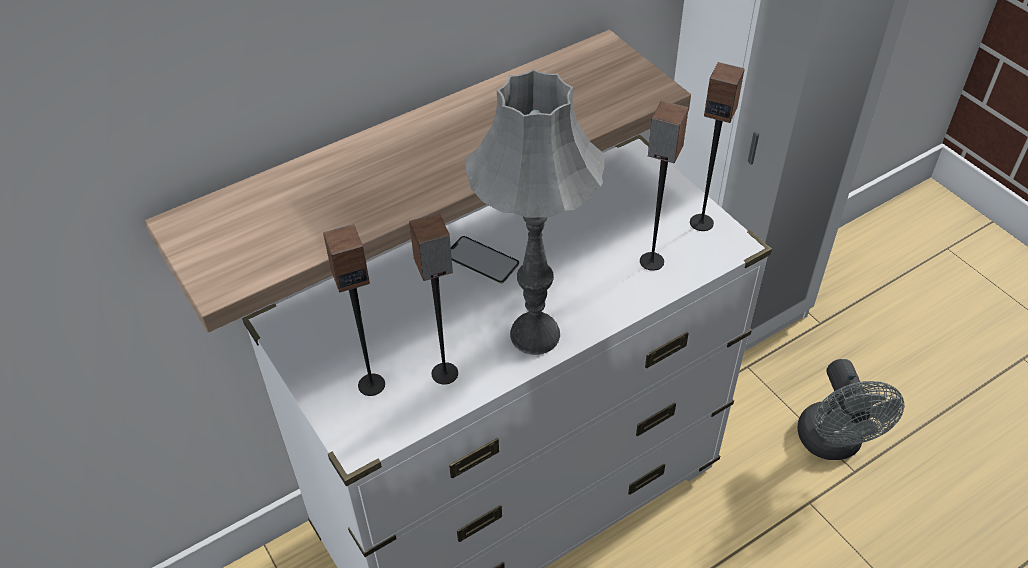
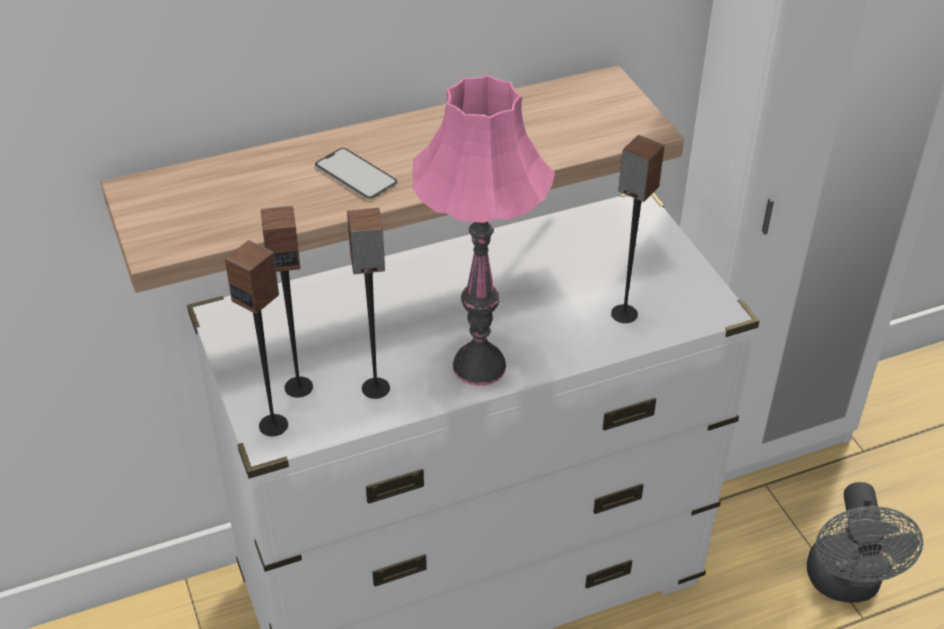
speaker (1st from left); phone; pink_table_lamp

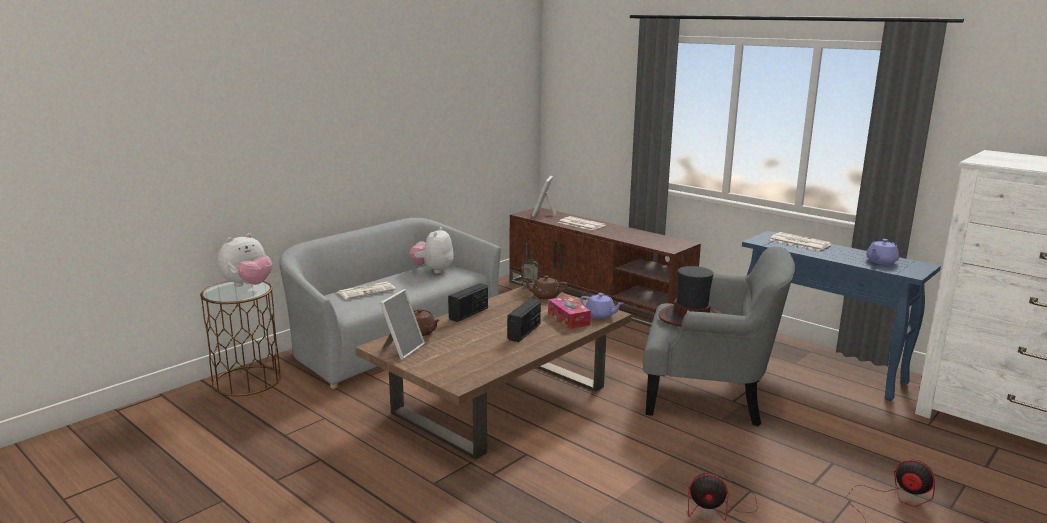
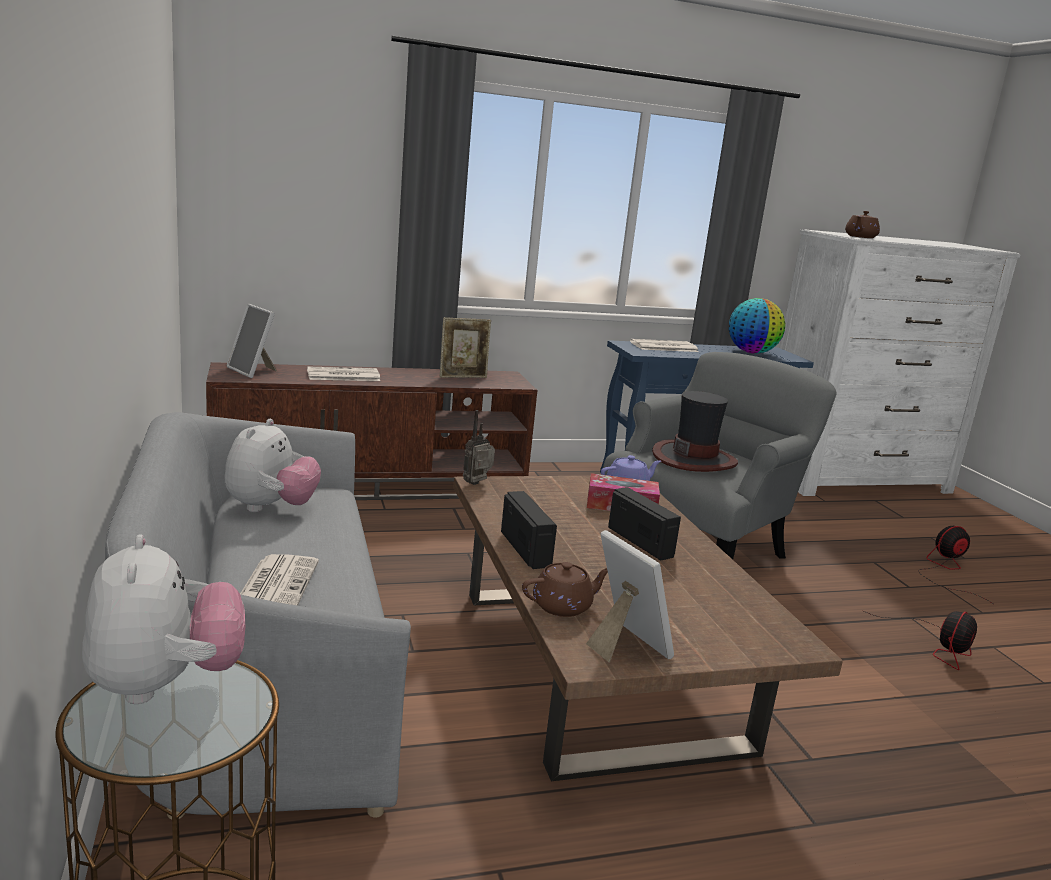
plush_toy (2nd from left); picture_frame (2nd from left); globe; brown_teapot (2nd from left)

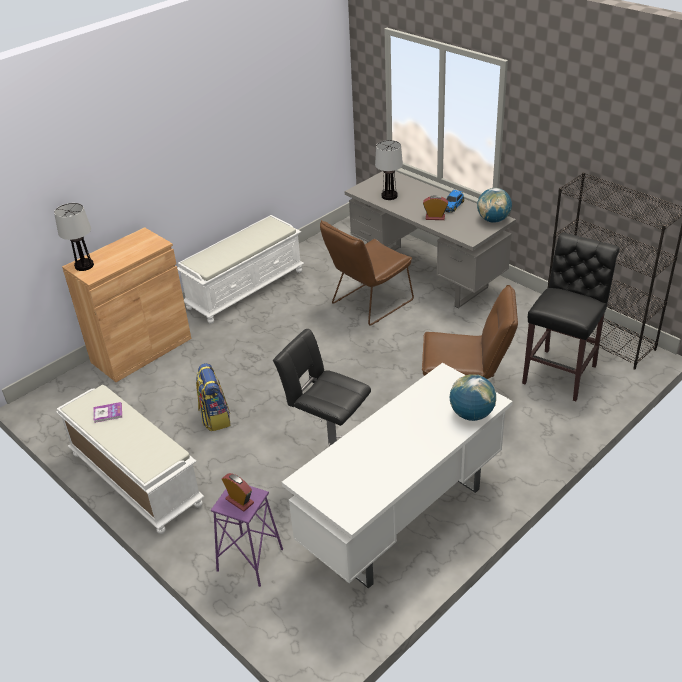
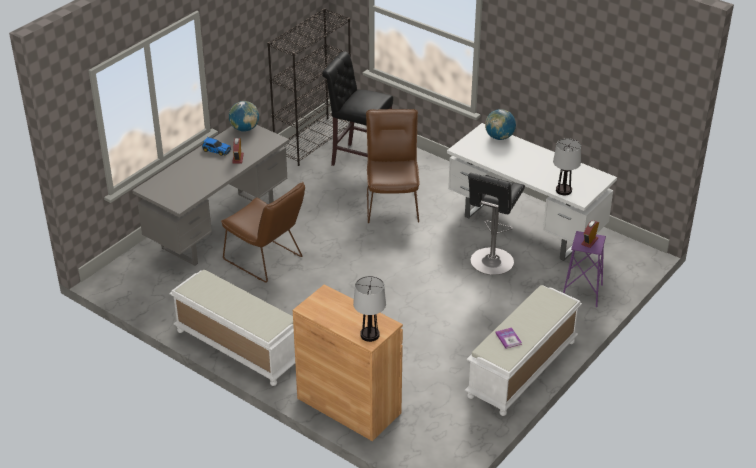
table_lamp (2nd from left); backpack

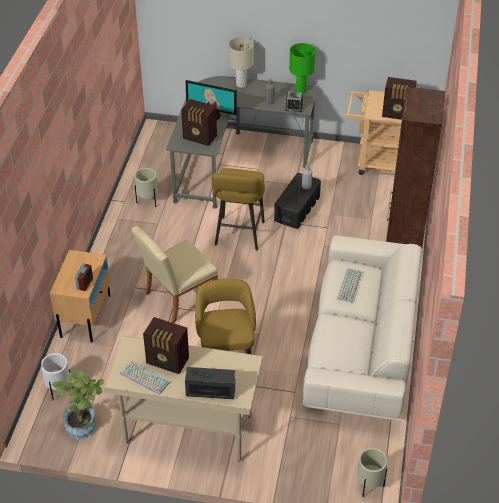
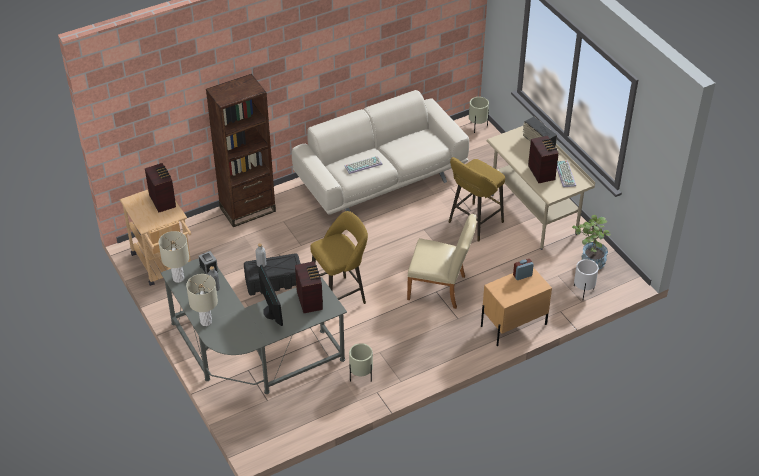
beige_table_lamp (1st from left)

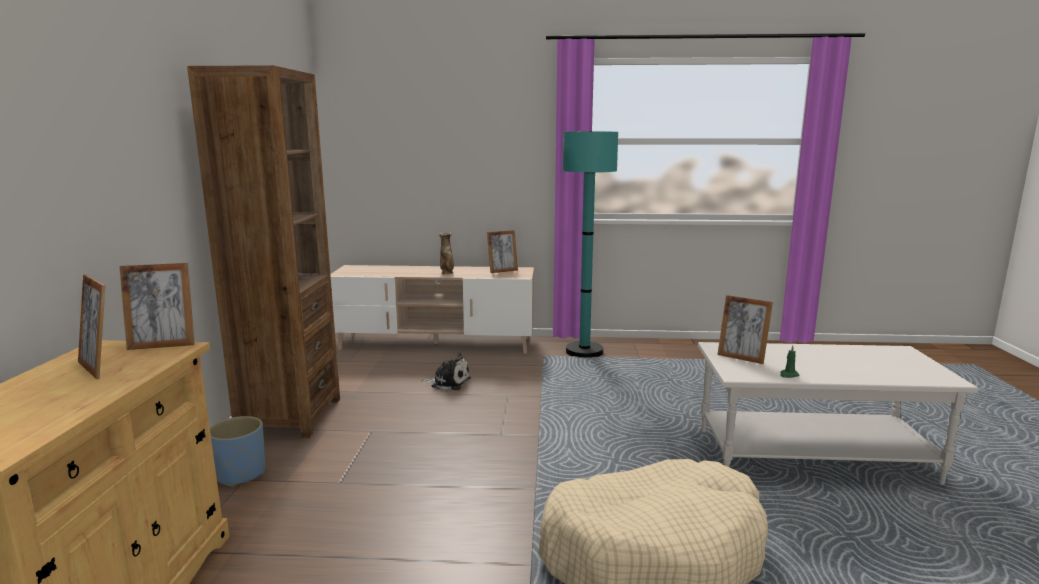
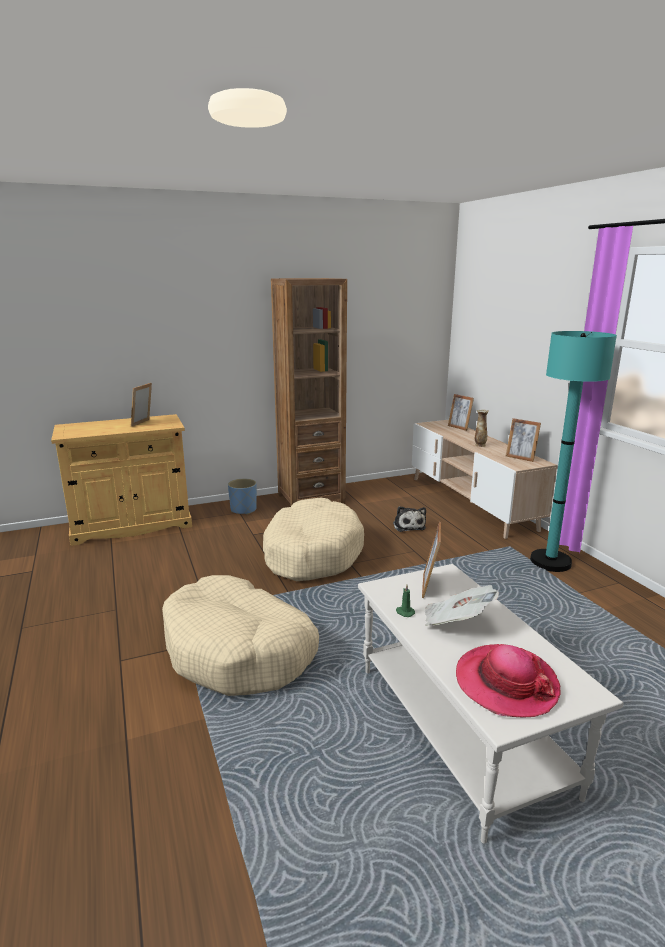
beige_dog_bed (2nd from left); newspaper; picture_frame (3rd from left); hat

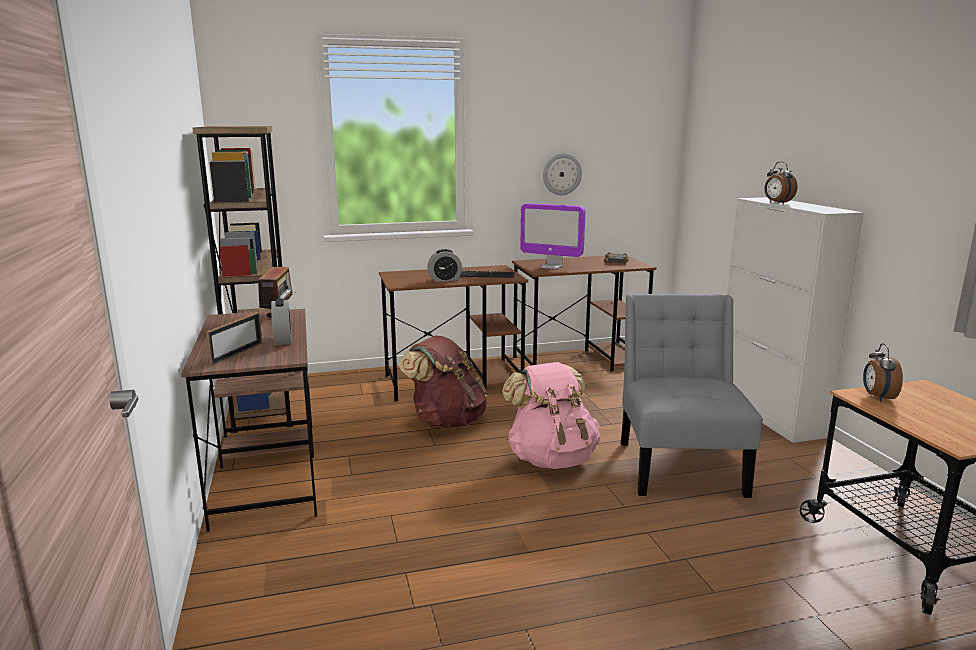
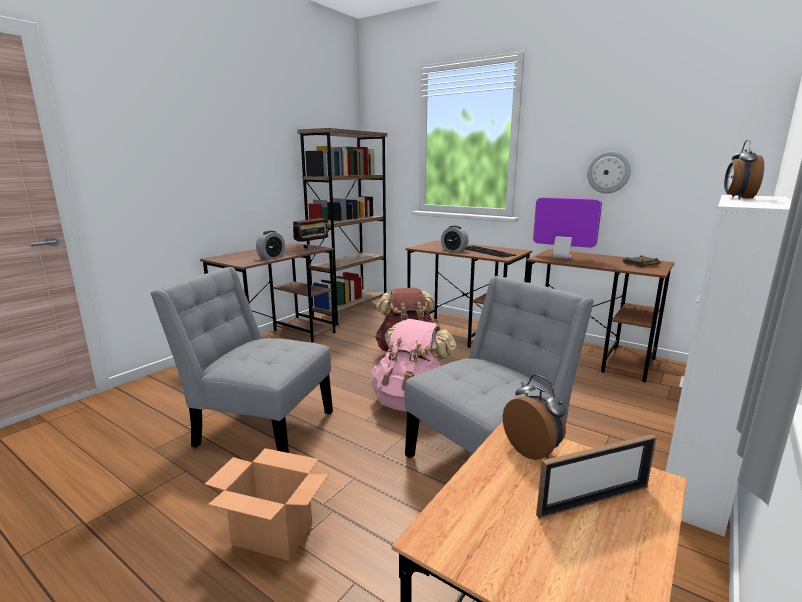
grey_chair (1st from left); cardboard_box; alarm_clock (3rd from left); monitor; picture_frame

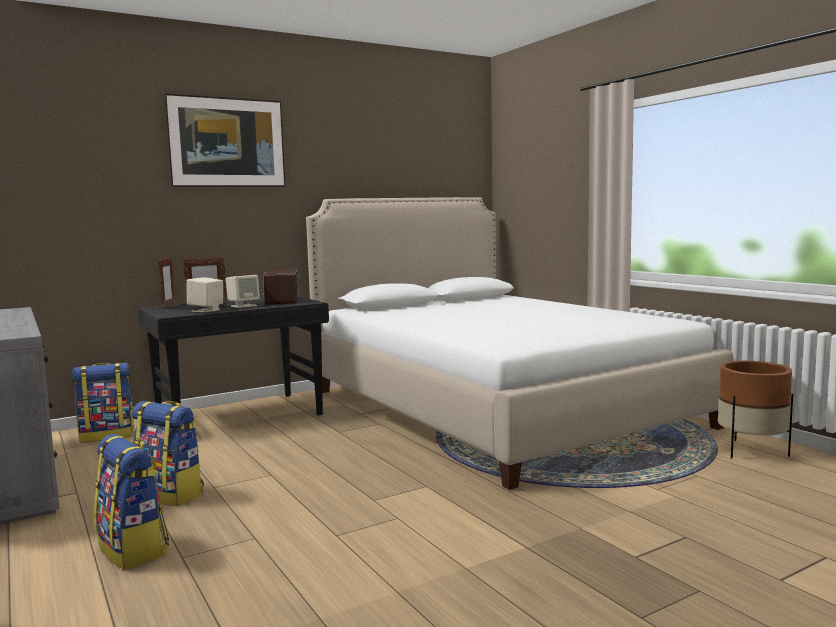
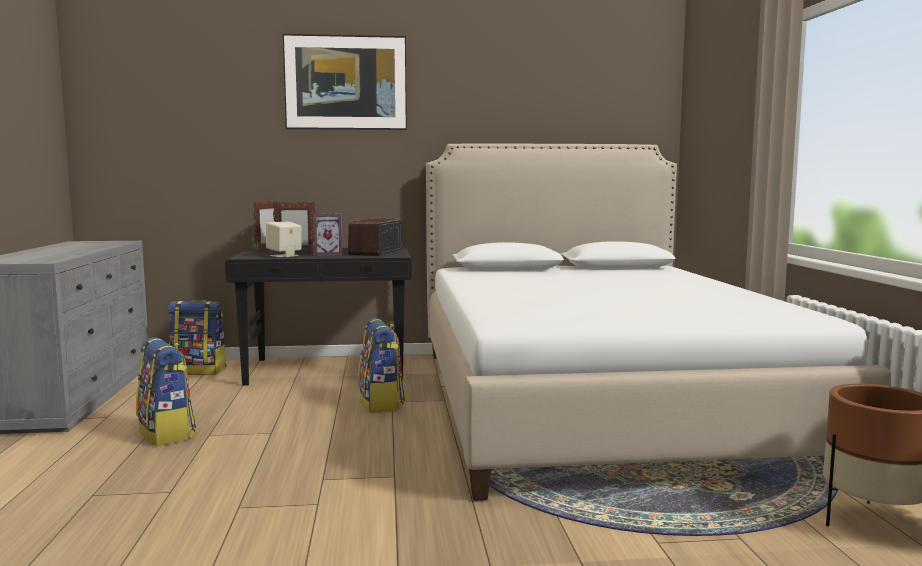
picture_frame (3rd from left); backpack (3rd from left)

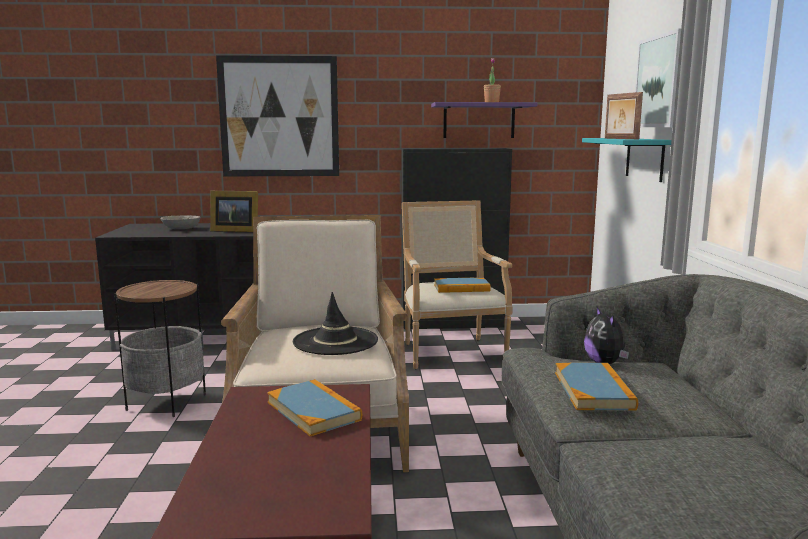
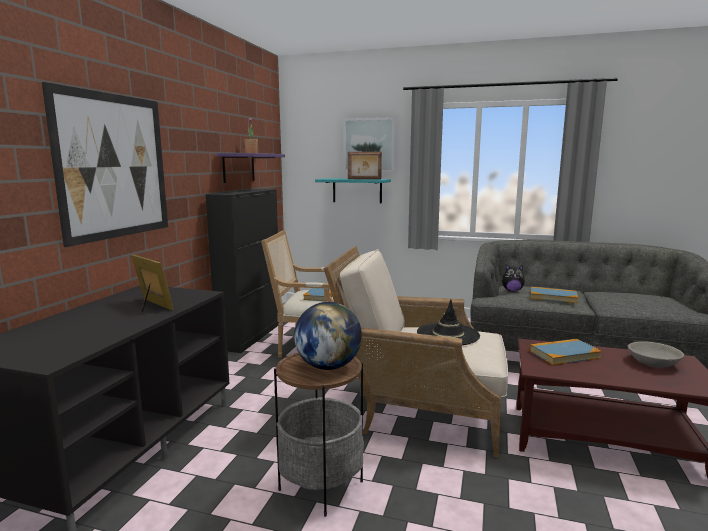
picture_frame (1st from left); globe; grey_bowl

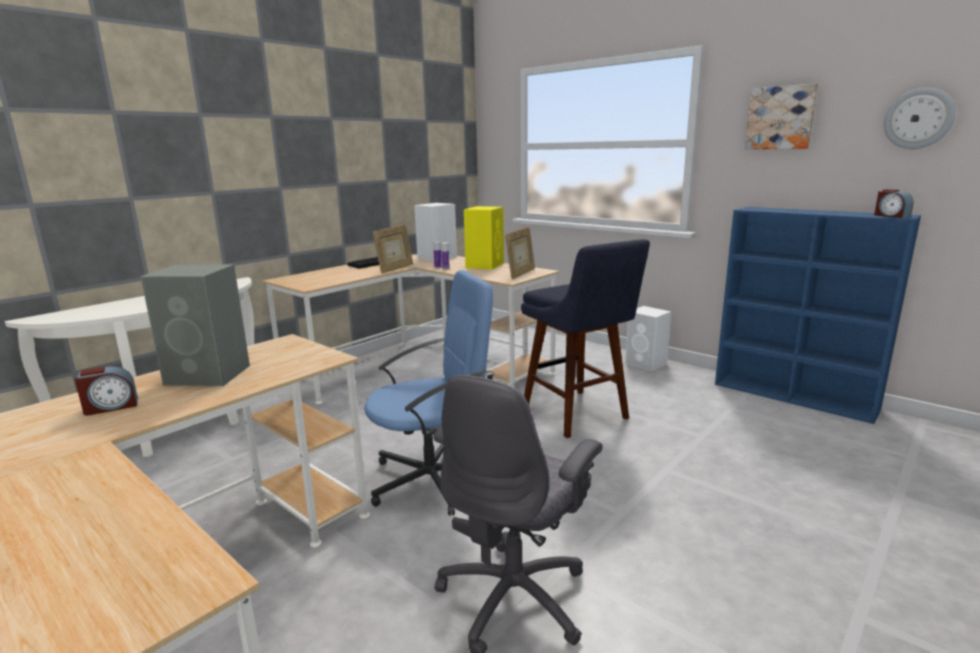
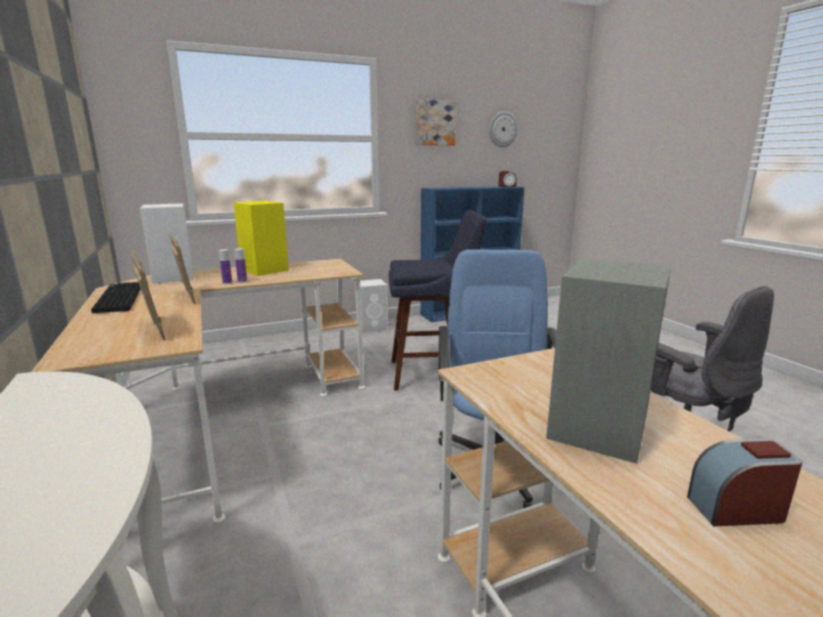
picture_frame (1st from left); alarm_clock (2nd from left)

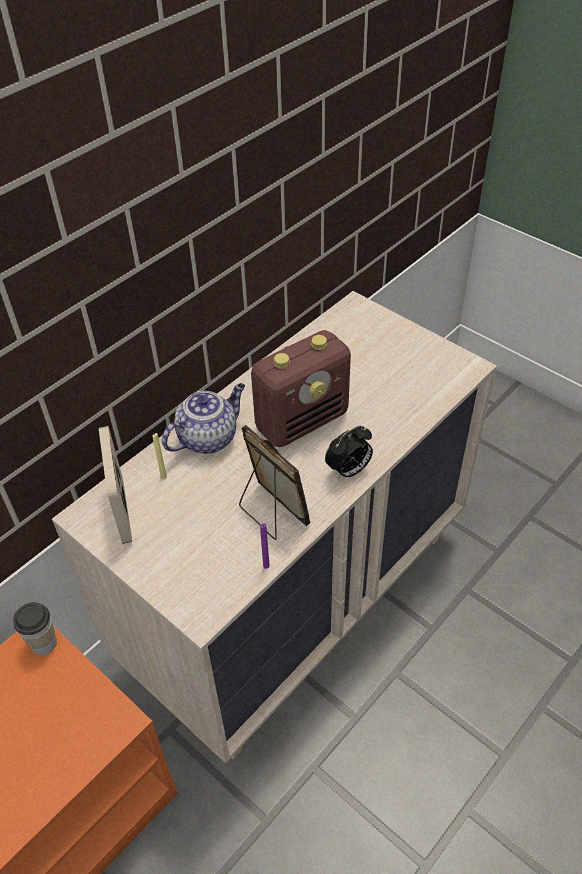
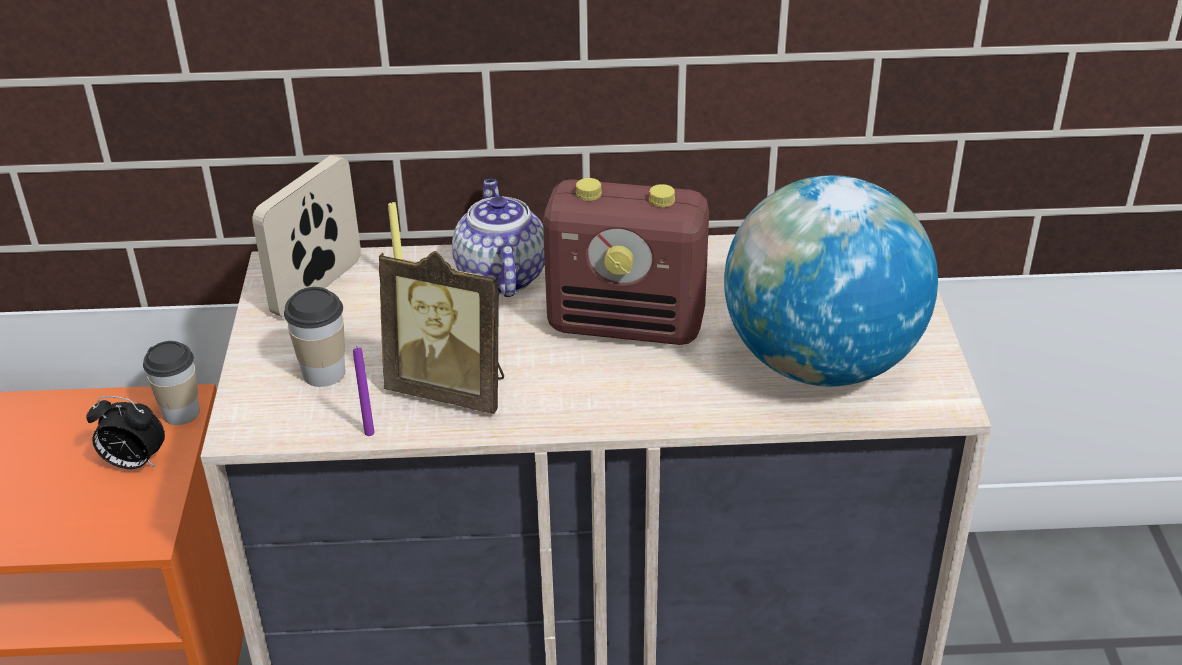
alarm_clock; cup (2nd from left); picture_frame (2nd from left); teapot; globe

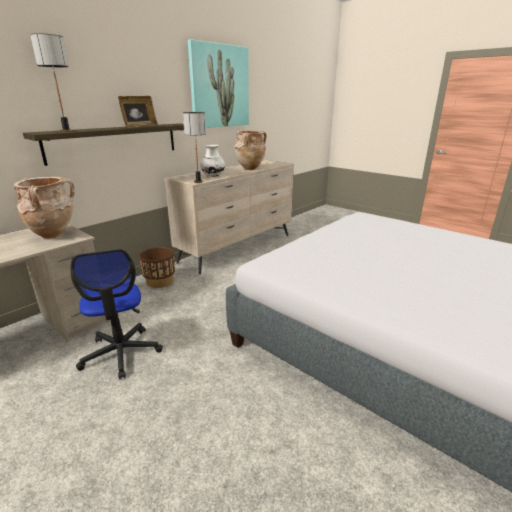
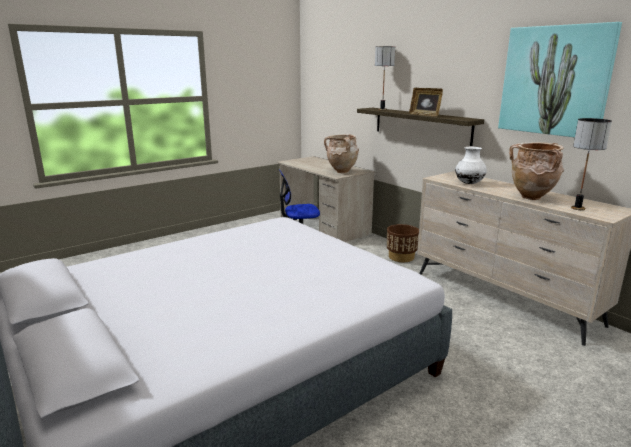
table_lamp (2nd from left)

